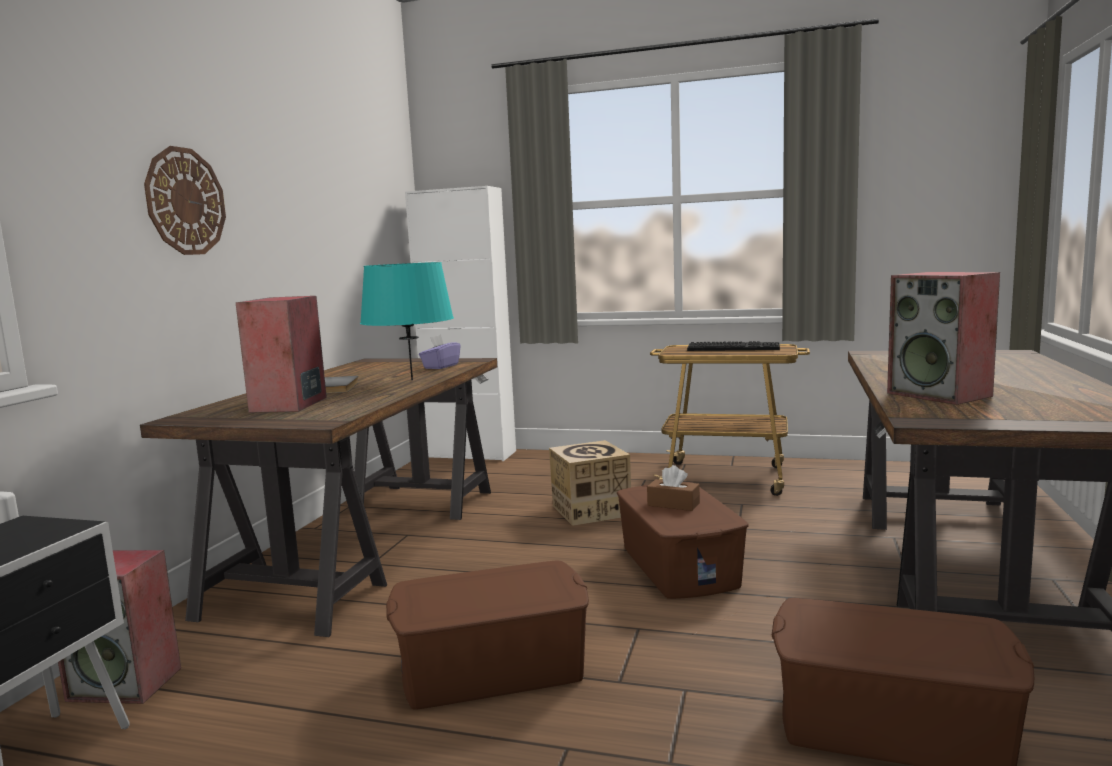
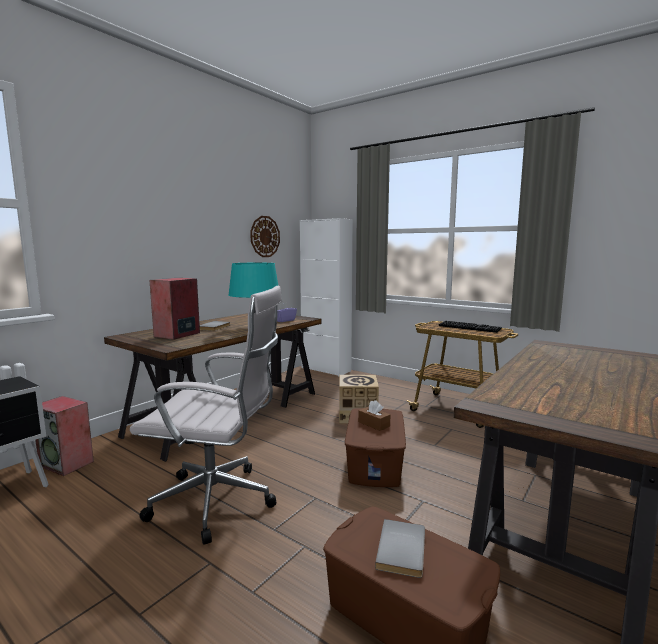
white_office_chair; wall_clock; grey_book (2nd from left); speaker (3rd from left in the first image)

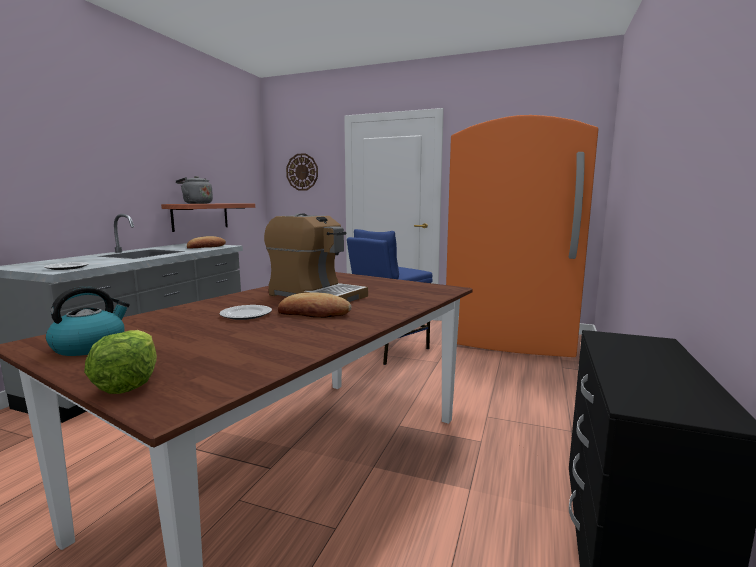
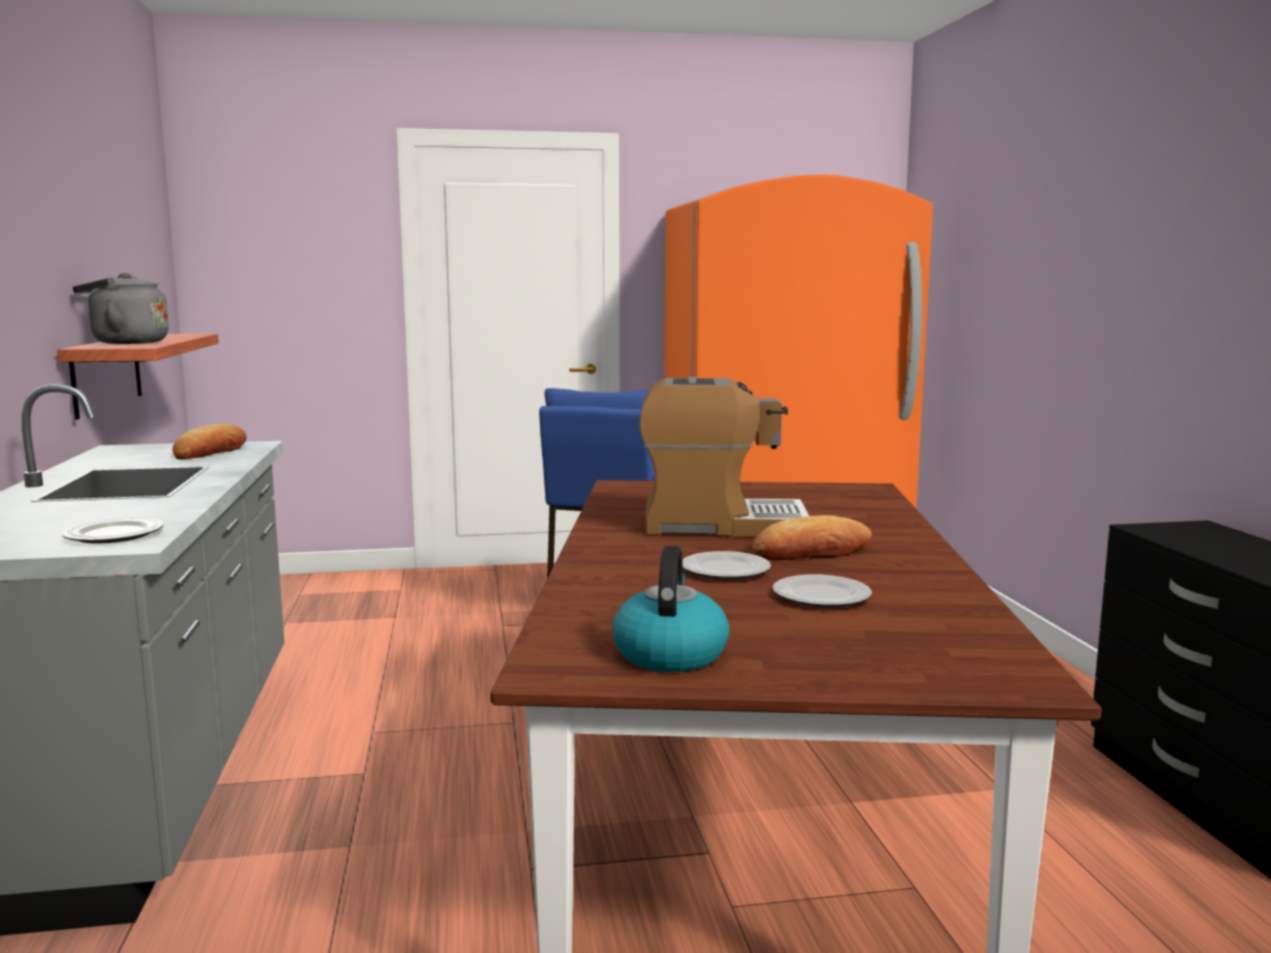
plate (3rd from left); lettuce; wall_clock

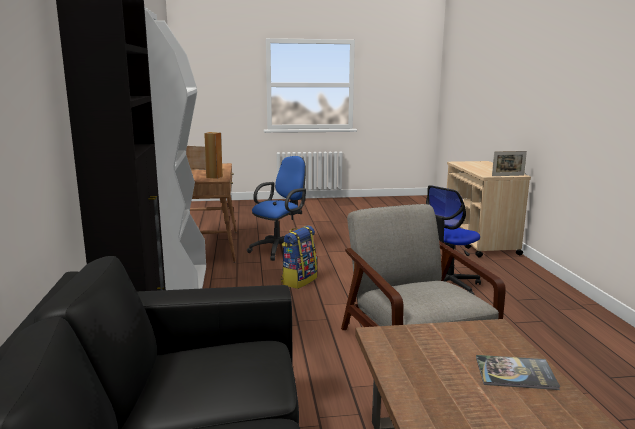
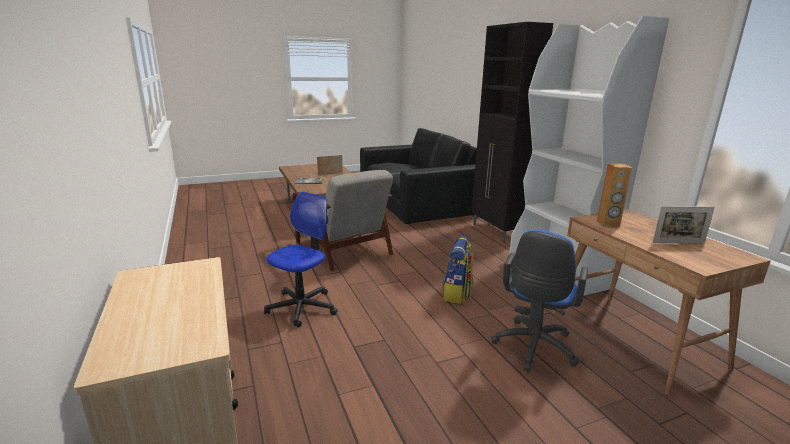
picture_frame (1st from left)

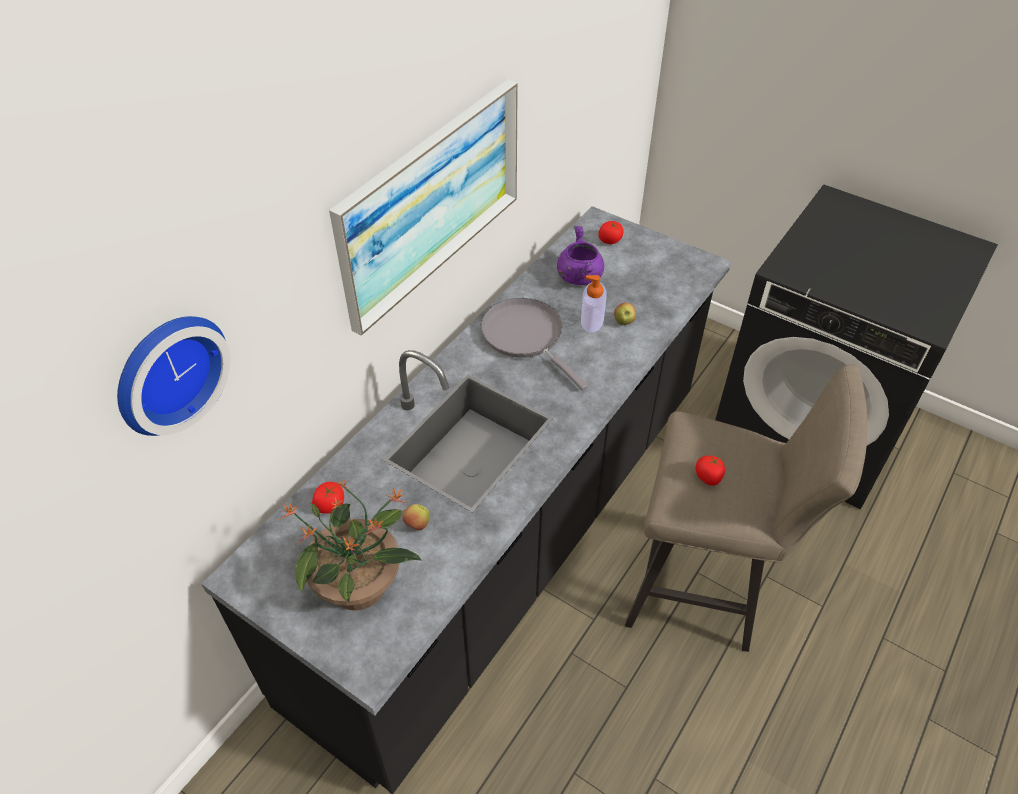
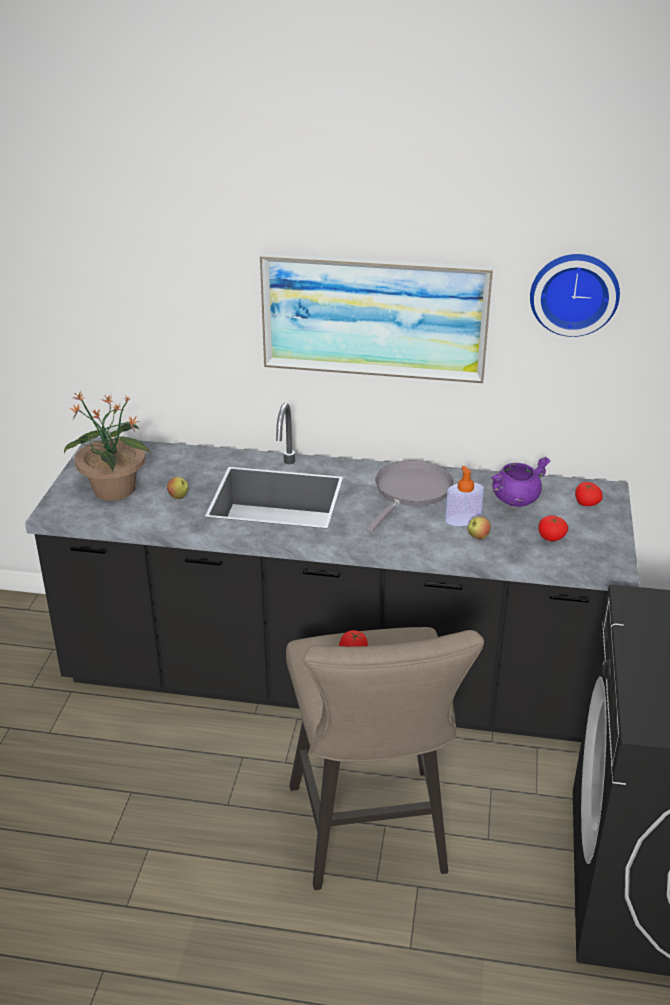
wall_clock; tomato (2nd from left)

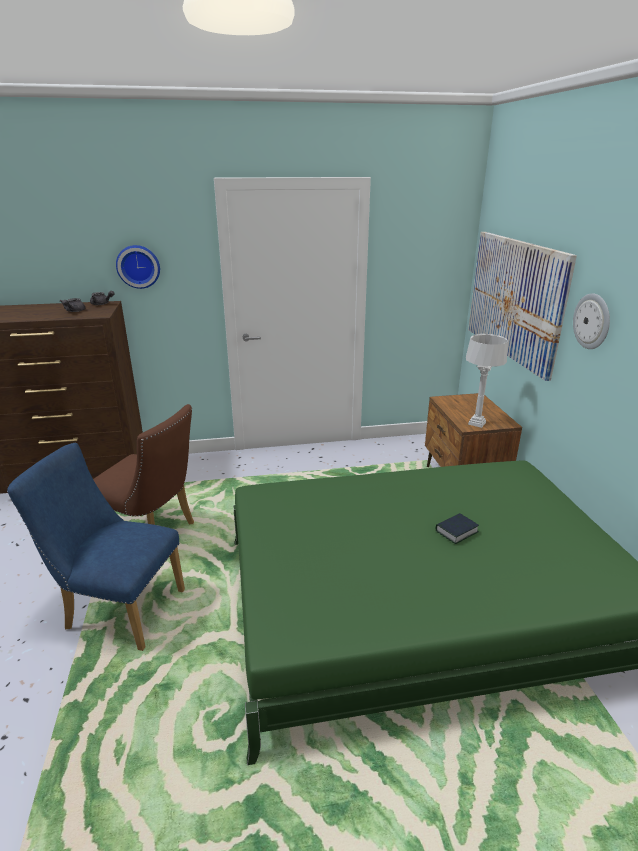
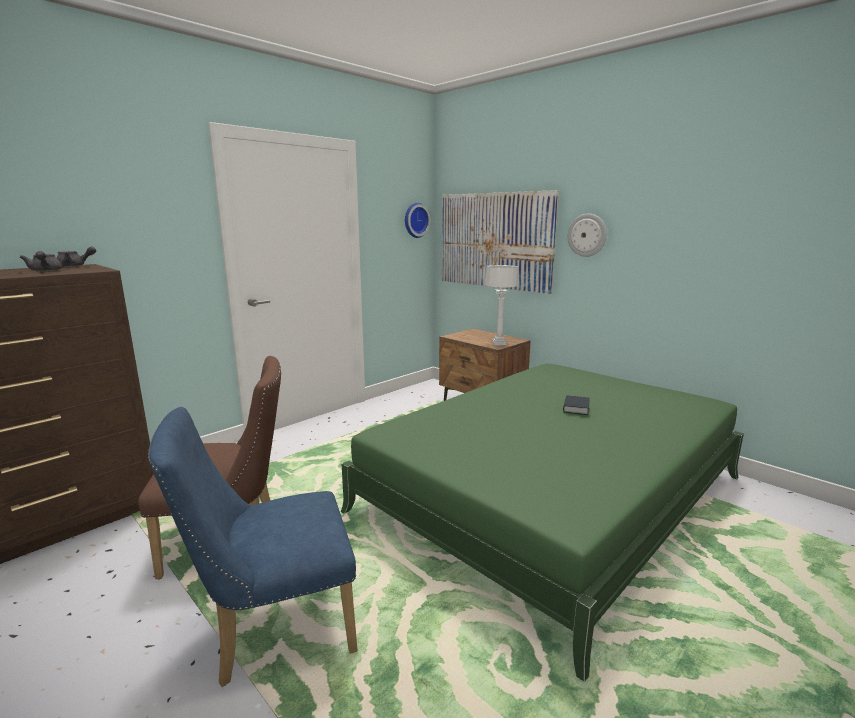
wall_clock (1st from left)

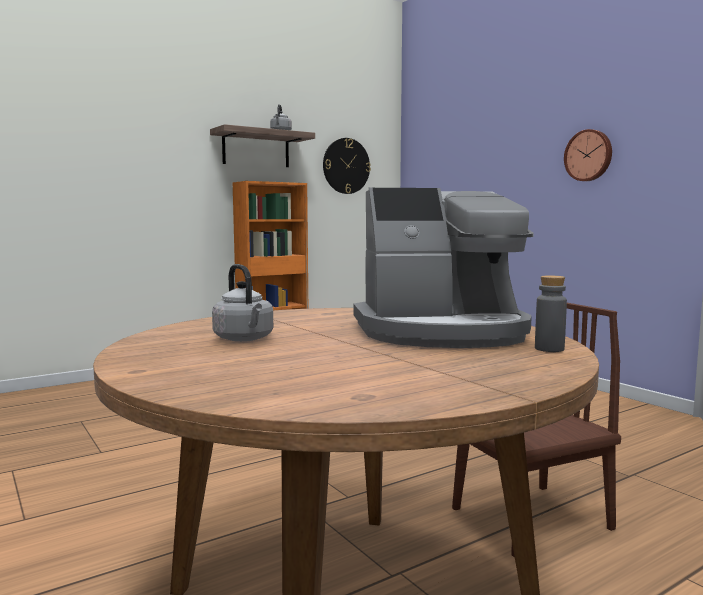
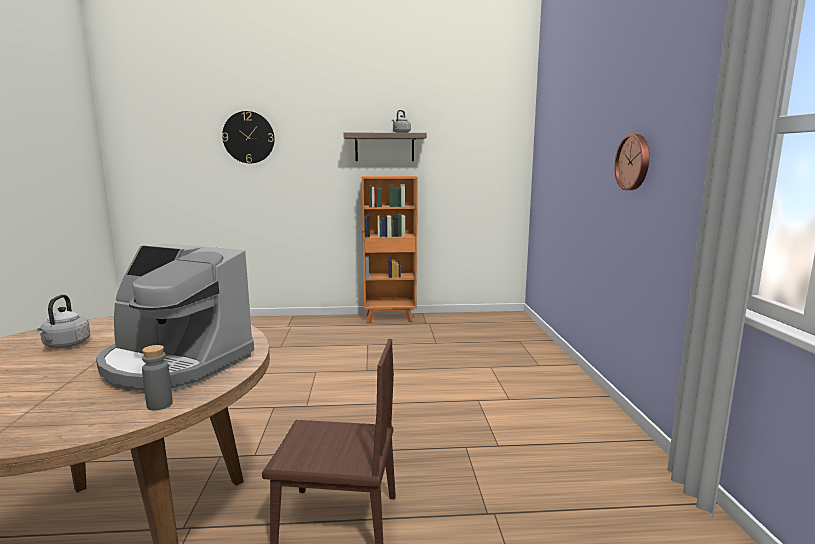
wall_clock (1st from left)

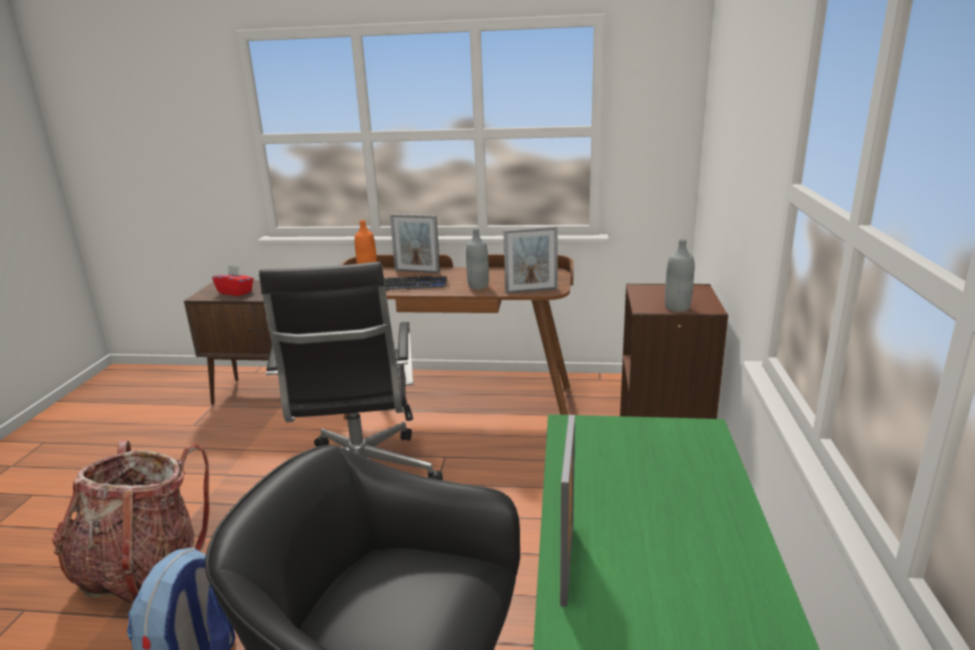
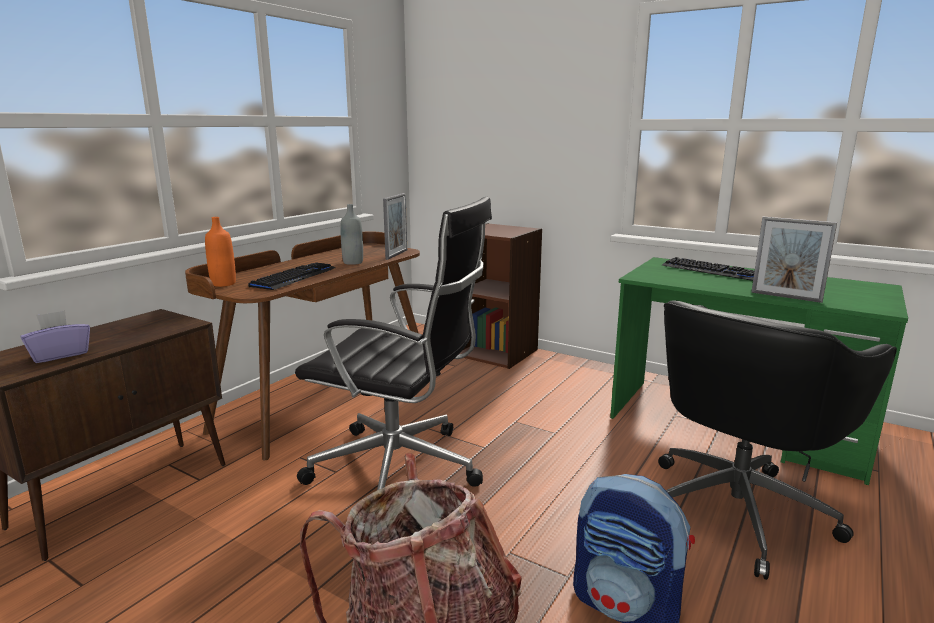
purple_tissue_box; keyboard (2nd from left); picture_frame (1st from left in the first image); grey_bottle (2nd from left in the first image)

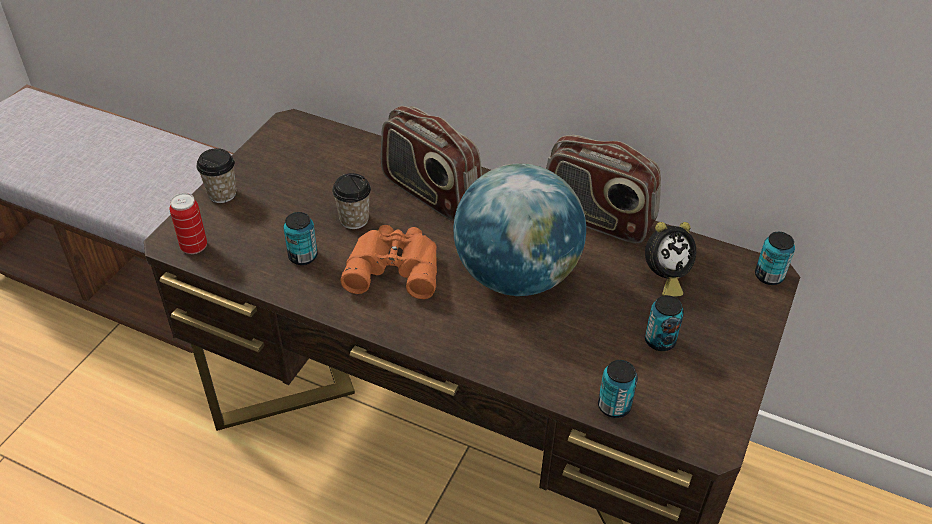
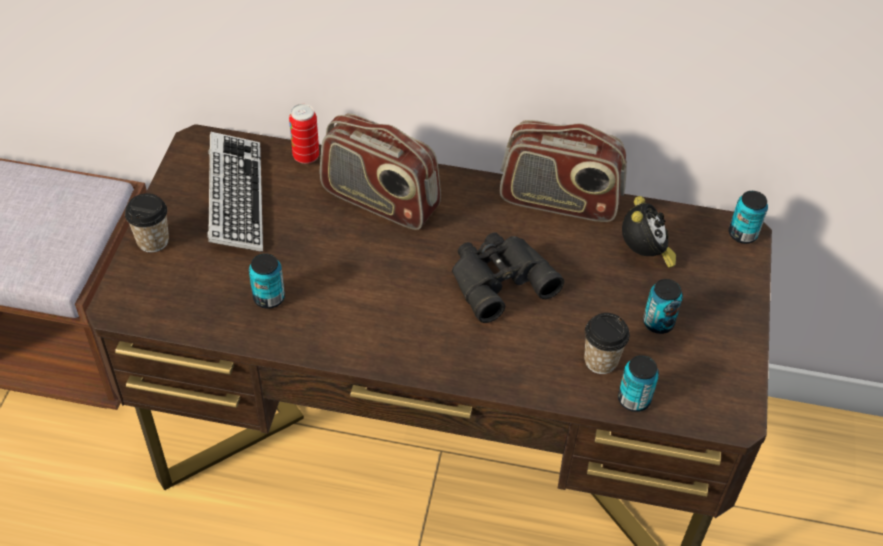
keyboard; can (2nd from left); black_binoculars; cup (2nd from left); alarm_clock; orange_binoculars

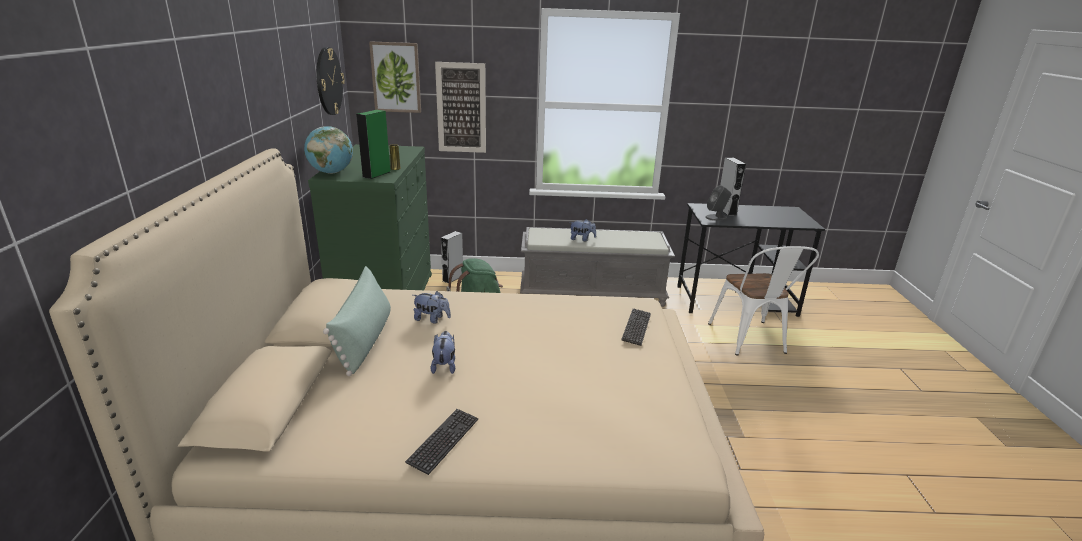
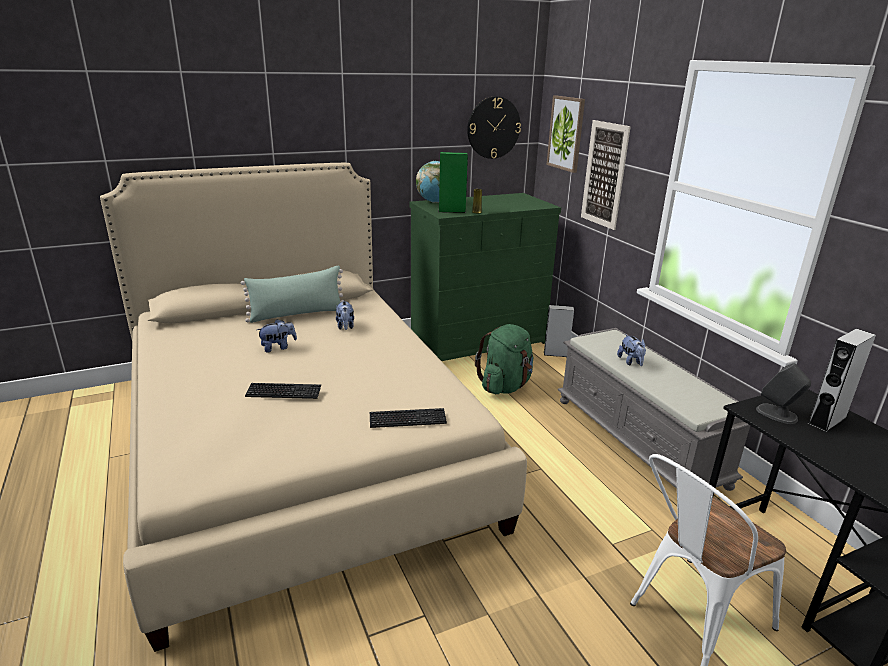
keyboard (1st from left)

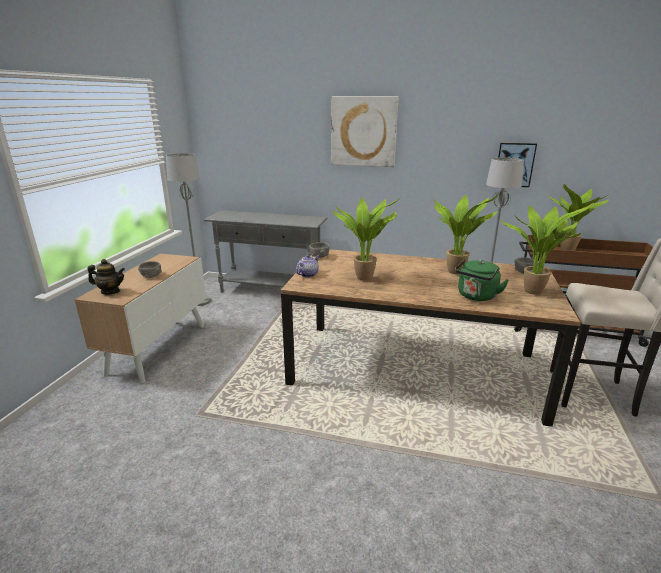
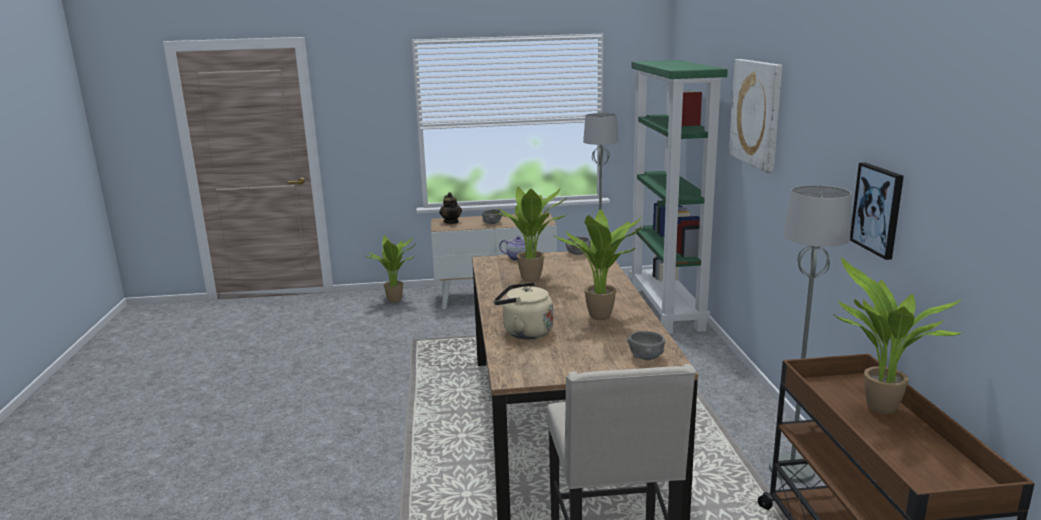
potted_plant (1st from left); beige_kettle; green_bookcase

